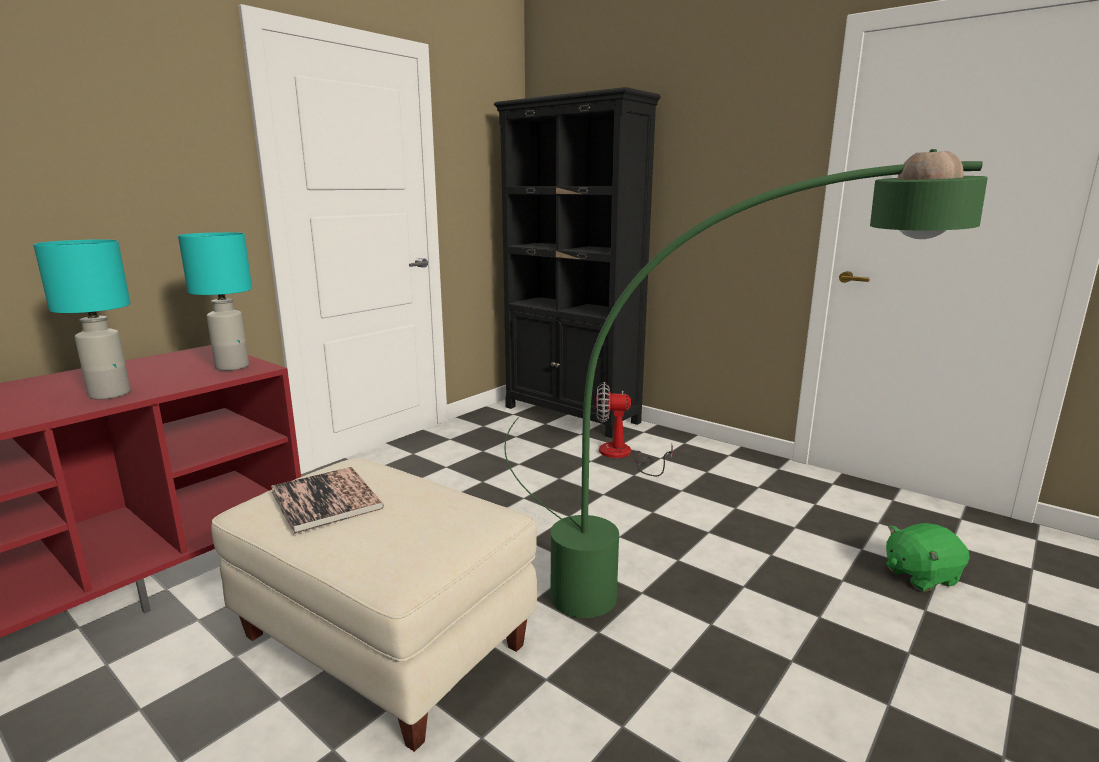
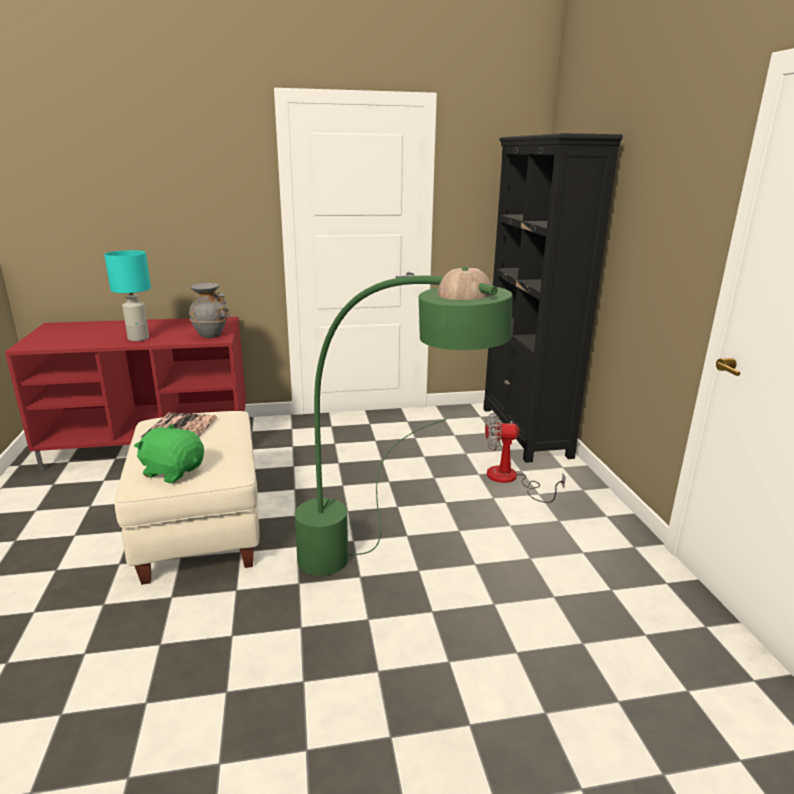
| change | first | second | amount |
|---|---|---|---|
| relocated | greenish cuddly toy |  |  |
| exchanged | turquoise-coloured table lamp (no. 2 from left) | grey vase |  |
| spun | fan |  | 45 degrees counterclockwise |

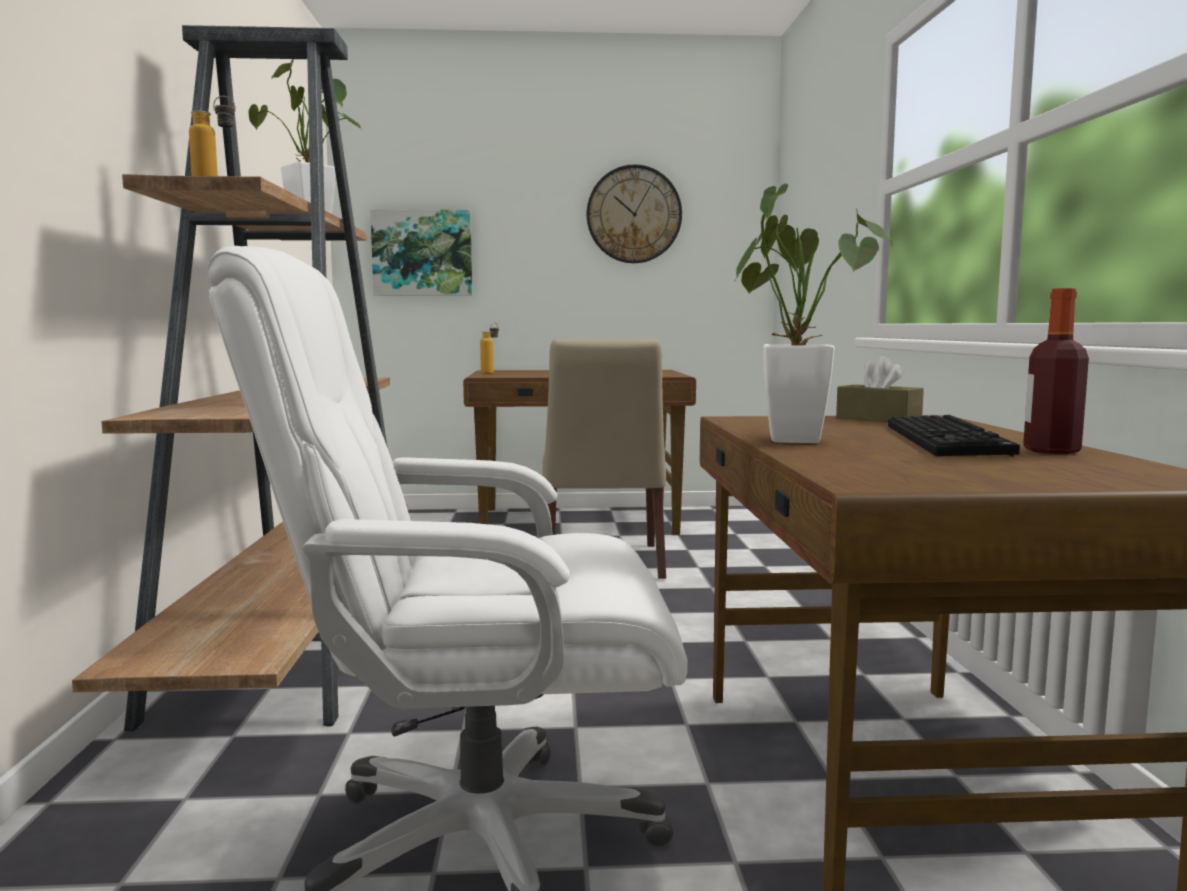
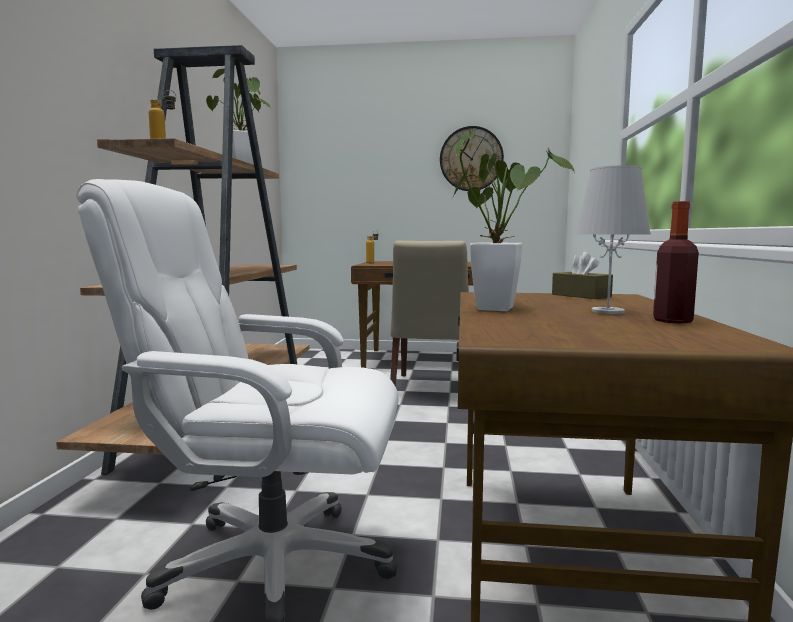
| change | first | second | amount |
|---|---|---|---|
| missing | wall picture |  |  |
| exchanged | PC keyboard | white table lamp |  |

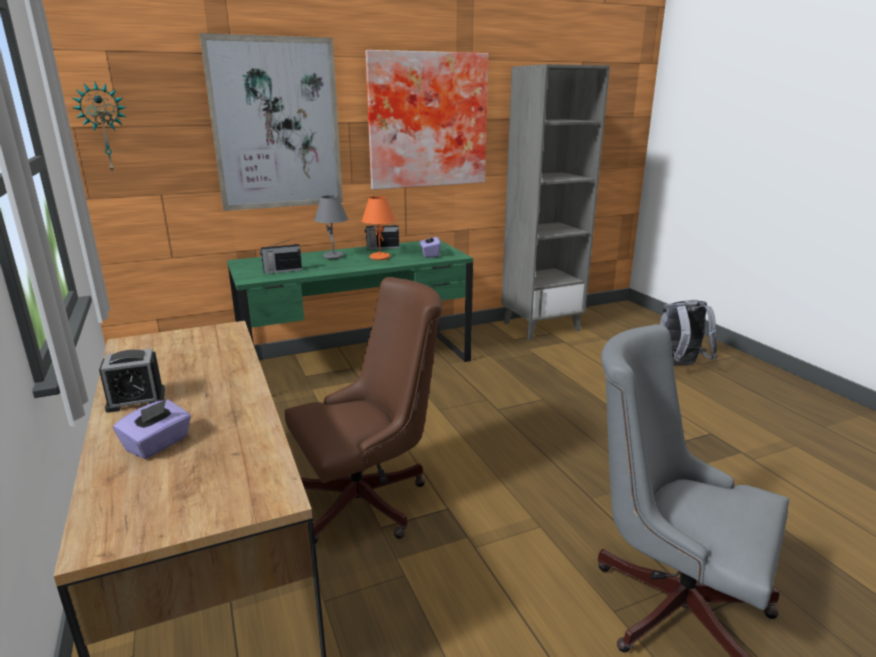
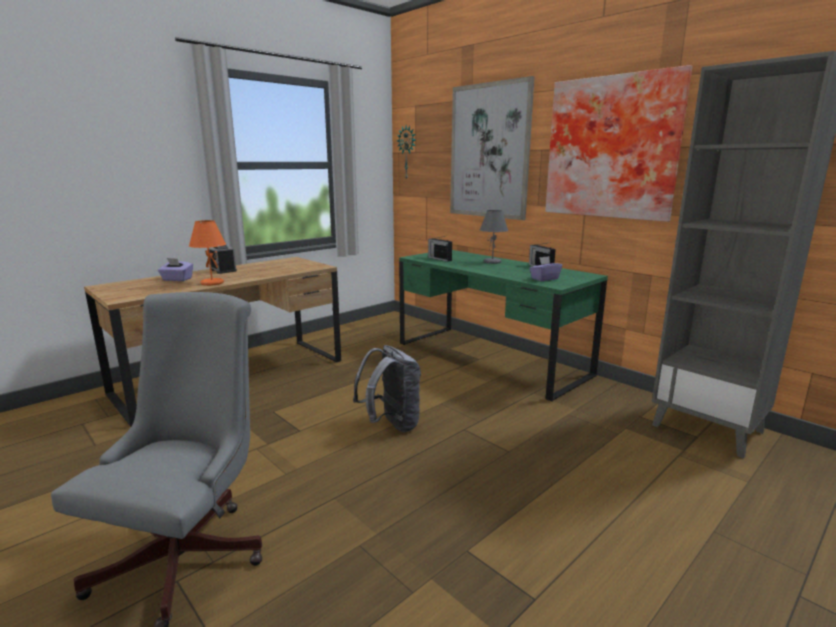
| change | first | second | amount |
|---|---|---|---|
| missing | brownish desk chair |  |  |
| relocated | orange-coloured table lamp |  |  |
| relocated | grey rucksack |  |  |

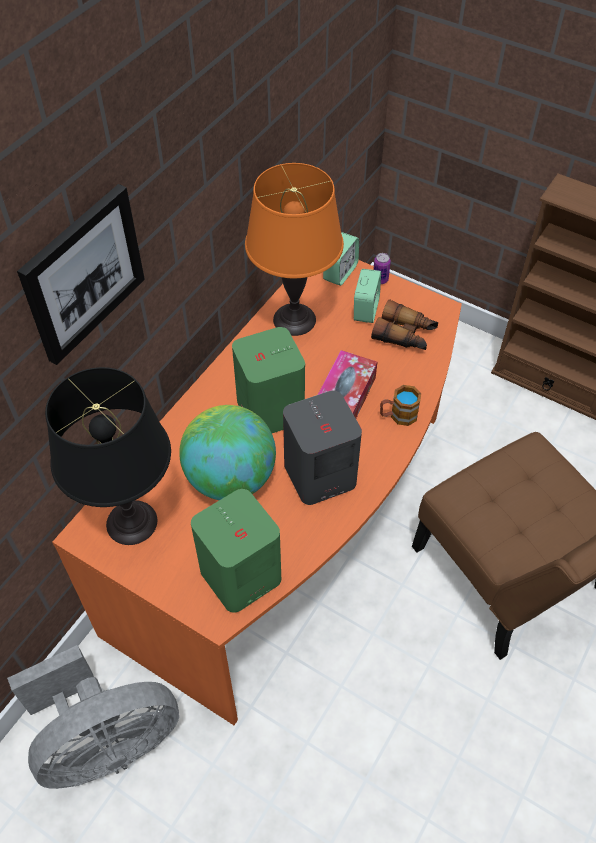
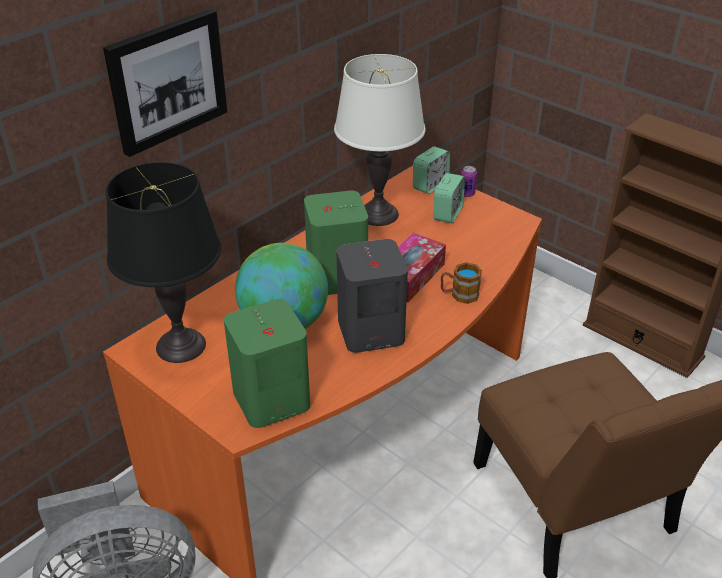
| change | first | second | amount |
|---|---|---|---|
| missing | binoculars |  |  |
| colour | orange-coloured table lamp | white table lamp |  |

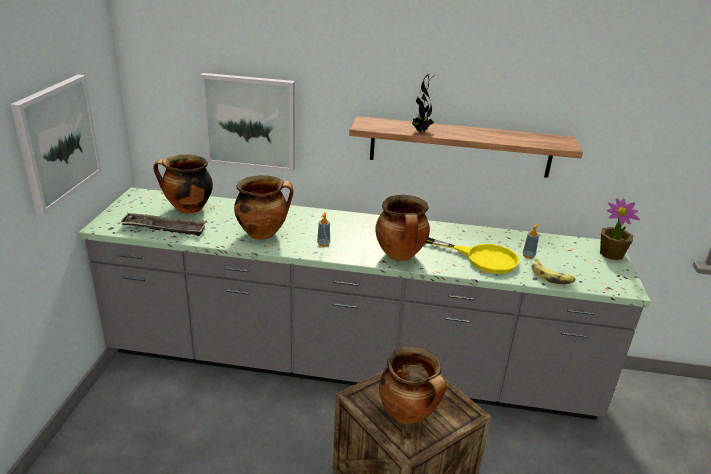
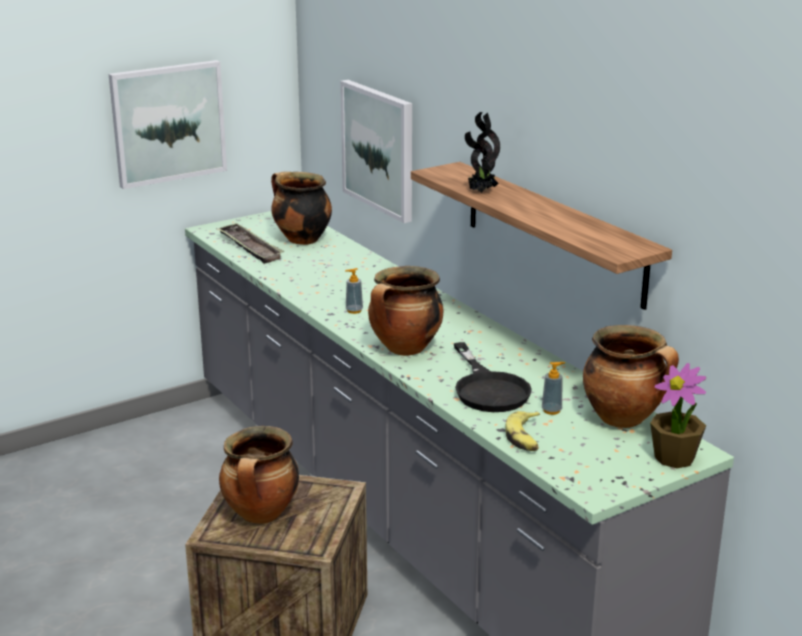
| change | first | second | amount |
|---|---|---|---|
| relocated | cooking pot (no. 2 from left in the first image) | cooking pot (no. 4 from left) |  |
| colour | yellow-coloured pan | black pan |  |

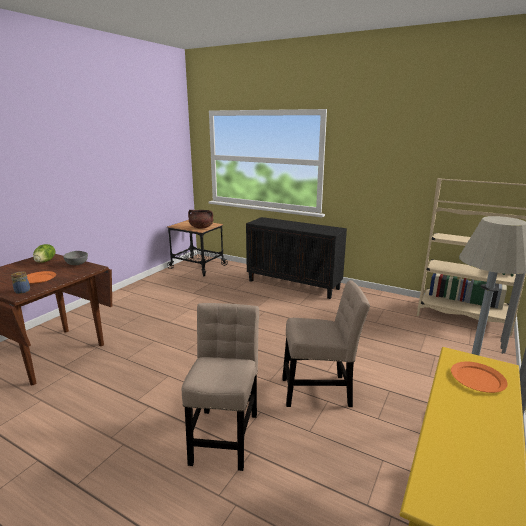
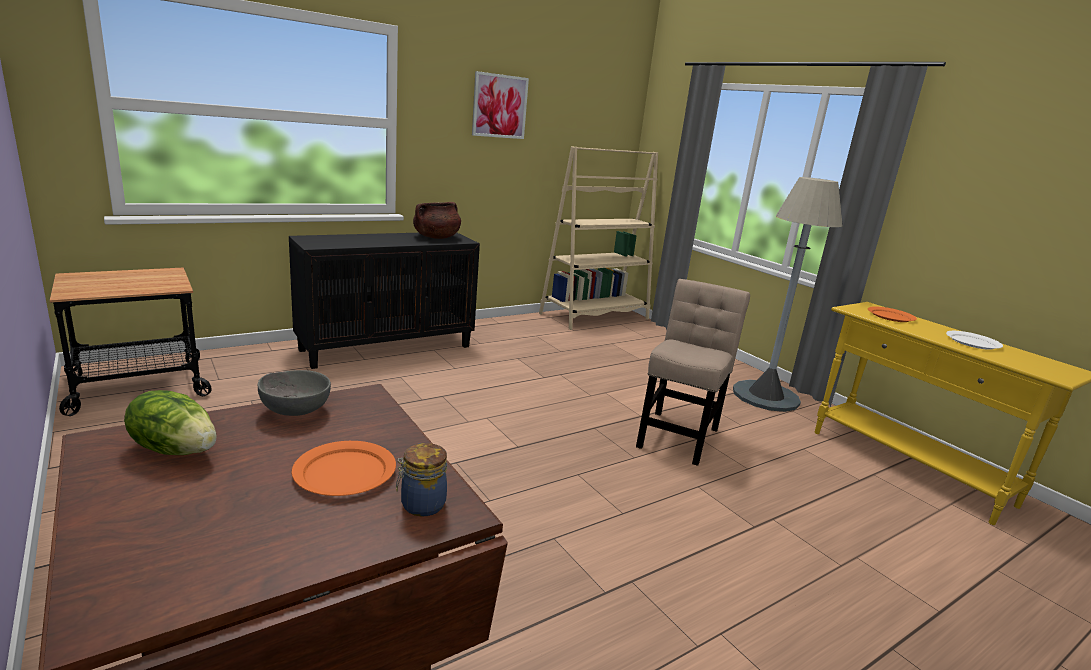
| change | first | second | amount |
|---|---|---|---|
| missing | beige chair (no. 1 from left) |  |  |
| appeared |  | wall picture |  |
| appeared |  | white plate |  |
| relocated | brownish cooking pot |  |  |

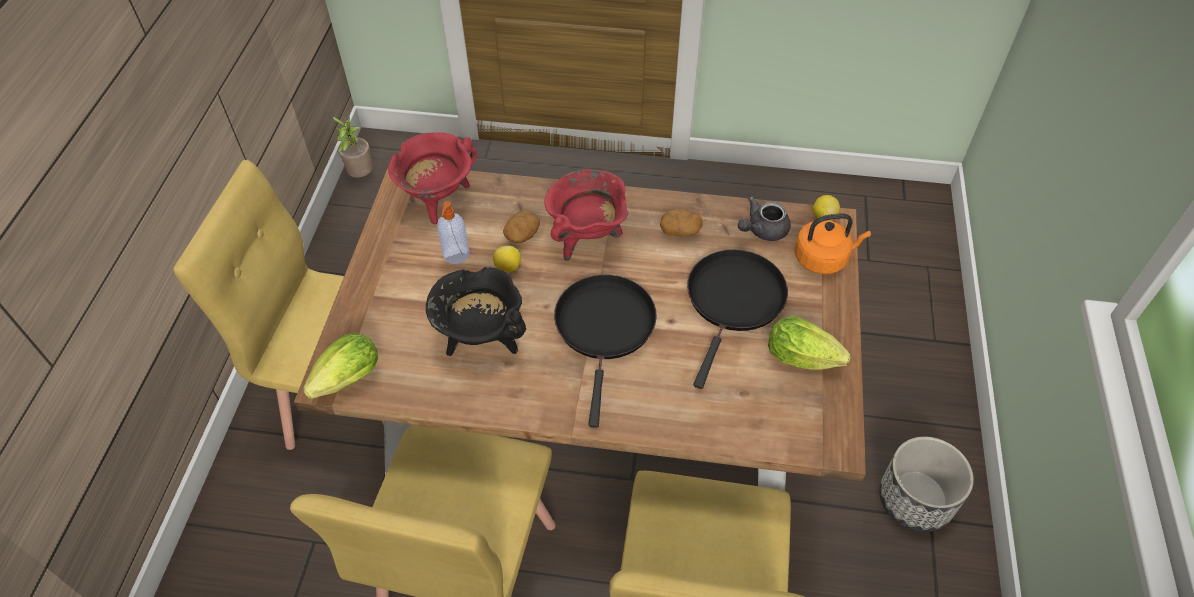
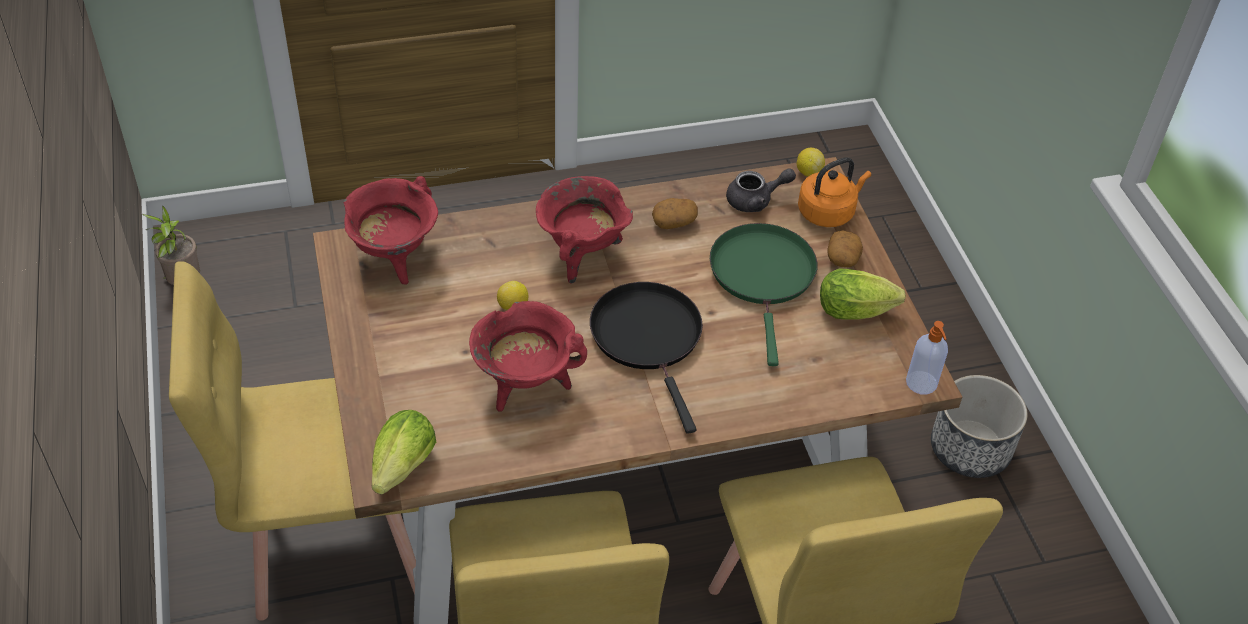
| change | first | second | amount |
|---|---|---|---|
| relocated | liquid soap bottle |  |  |
| relocated | potato (no. 1 from left in the first image) | potato (no. 2 from left) |  |
| colour | black cooking pot | reddish cooking pot (no. 2 from left) |  |
| colour | black pan (no. 2 from left) | greenish pan |  |
| spun | grey pot for tea |  | 135 degrees counterclockwise |

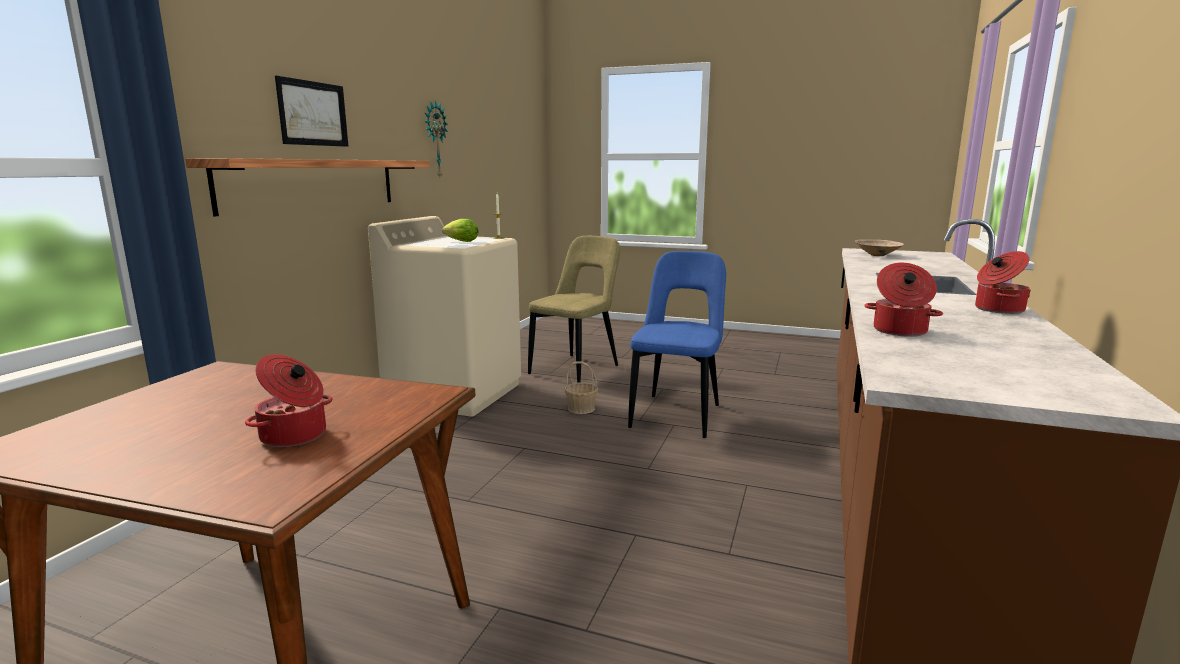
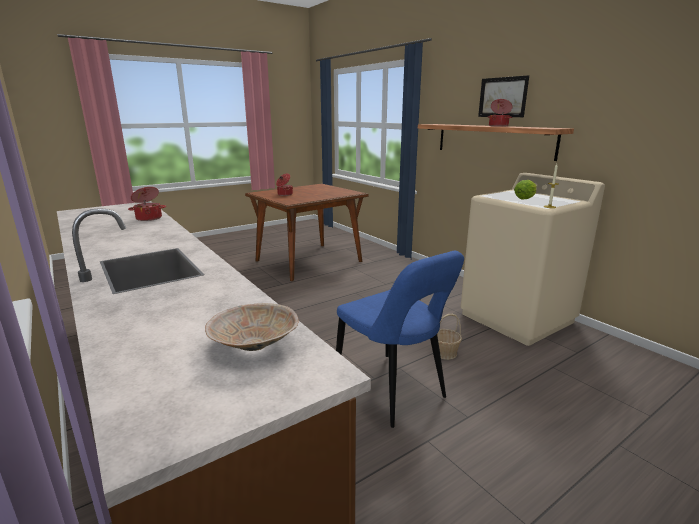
| change | first | second | amount |
|---|---|---|---|
| missing | wall clock |  |  |
| missing | beige chair |  |  |
| relocated | cooking pot (no. 3 from left) |  |  |

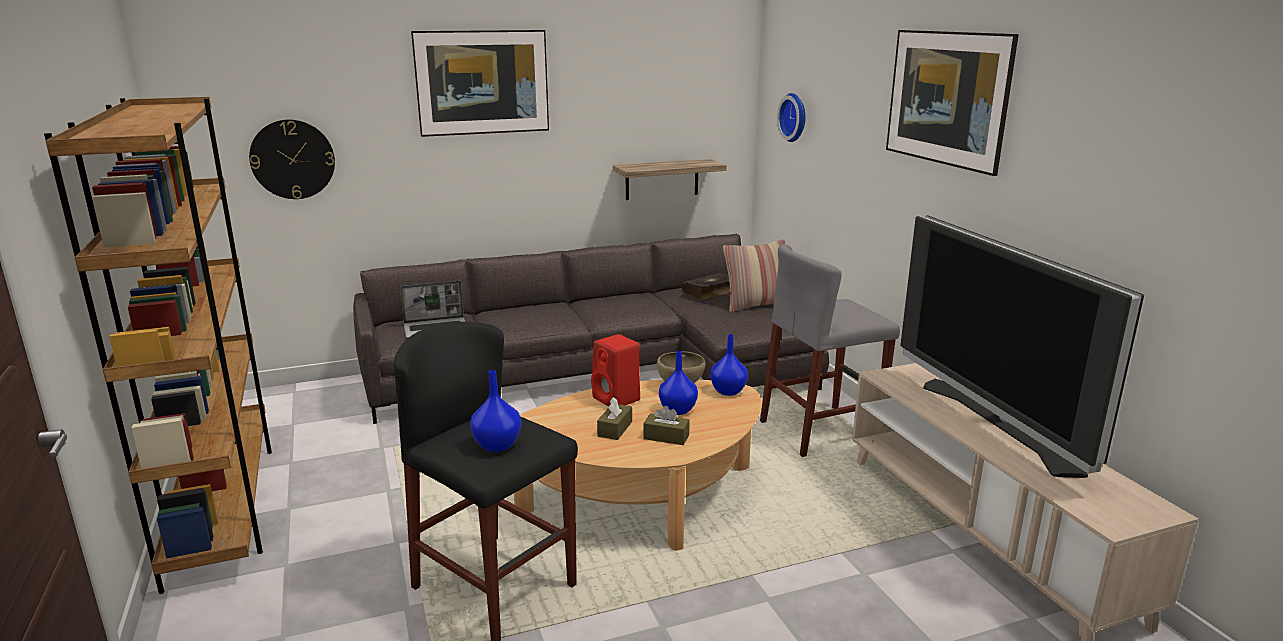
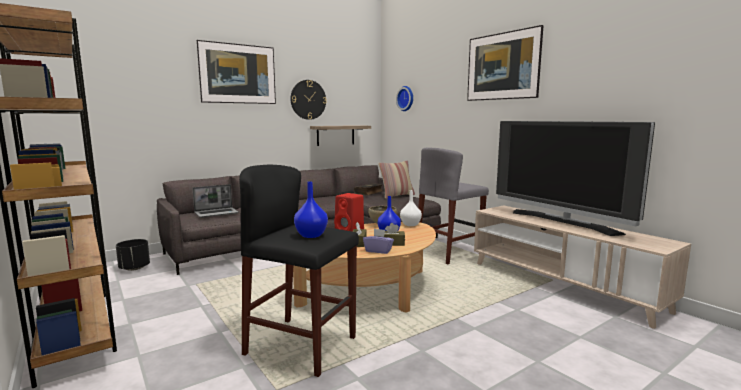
| change | first | second | amount |
|---|---|---|---|
| appeared |  | black planter |  |
| appeared |  | purplish tissue box |  |
| relocated | wall clock (no. 1 from left) |  |  |
| colour | bluish vase (no. 3 from left) | white vase |  |

